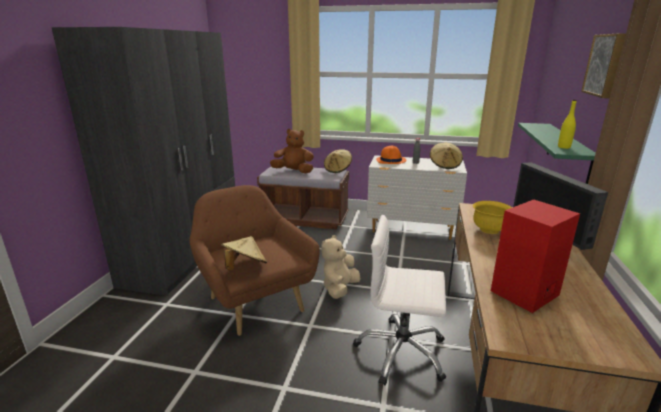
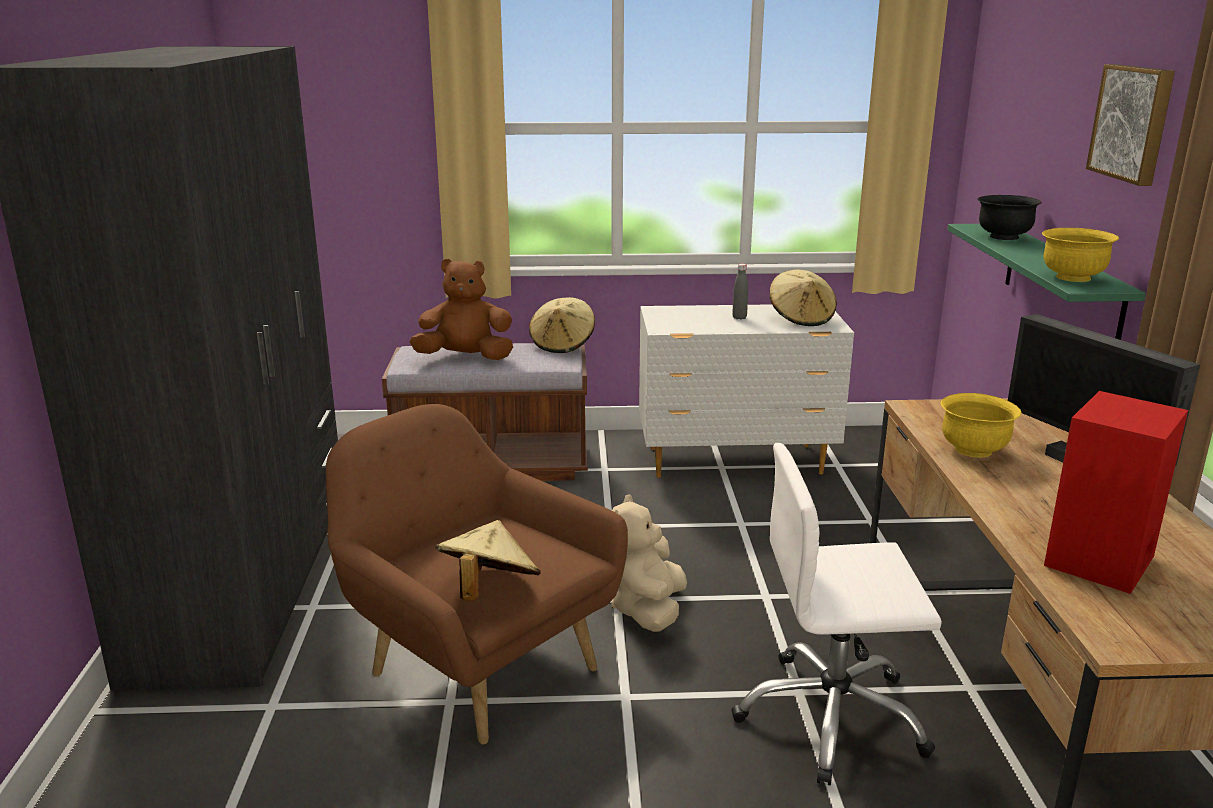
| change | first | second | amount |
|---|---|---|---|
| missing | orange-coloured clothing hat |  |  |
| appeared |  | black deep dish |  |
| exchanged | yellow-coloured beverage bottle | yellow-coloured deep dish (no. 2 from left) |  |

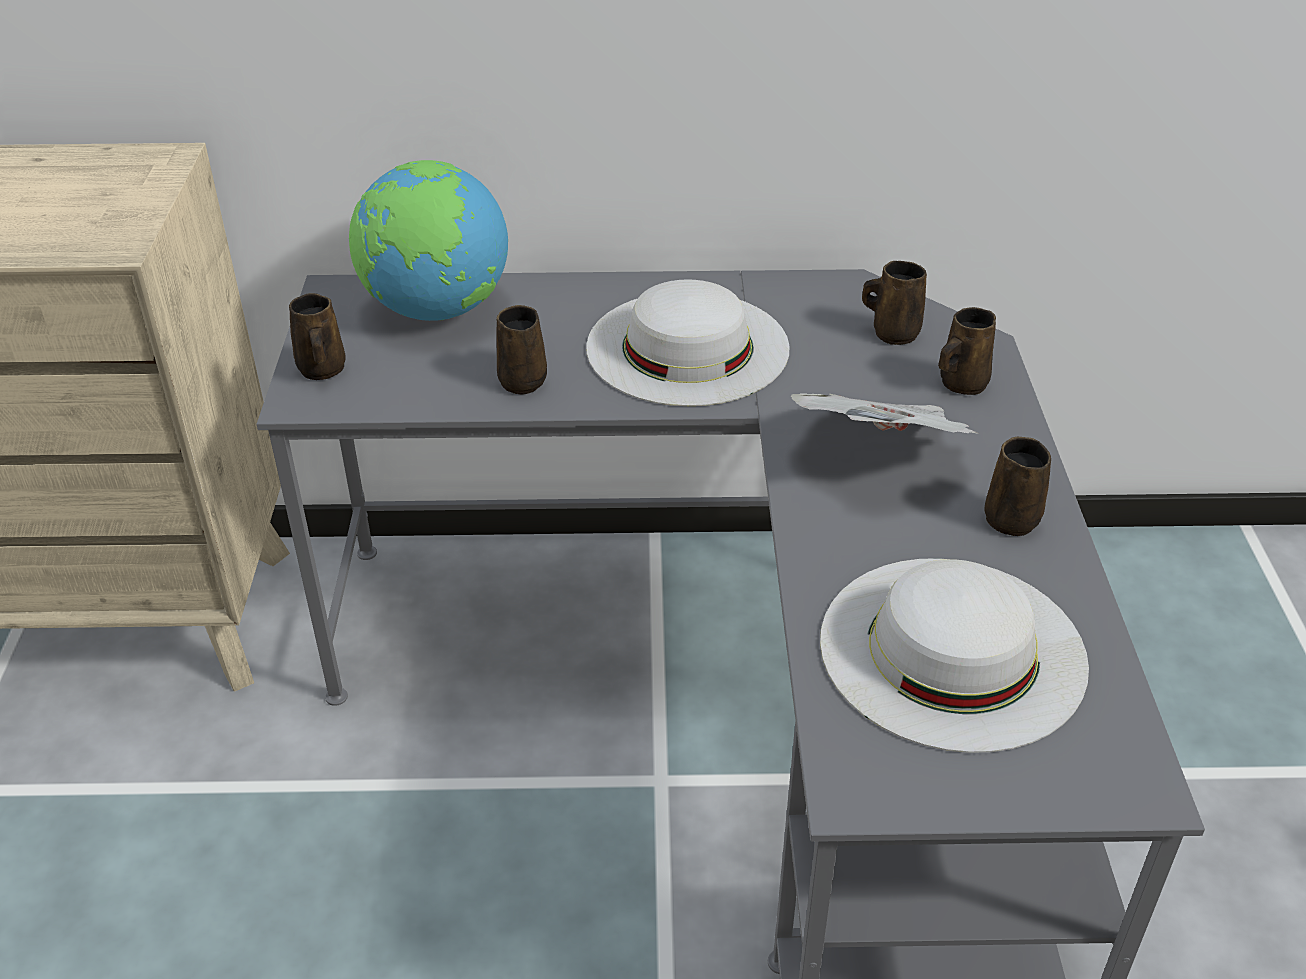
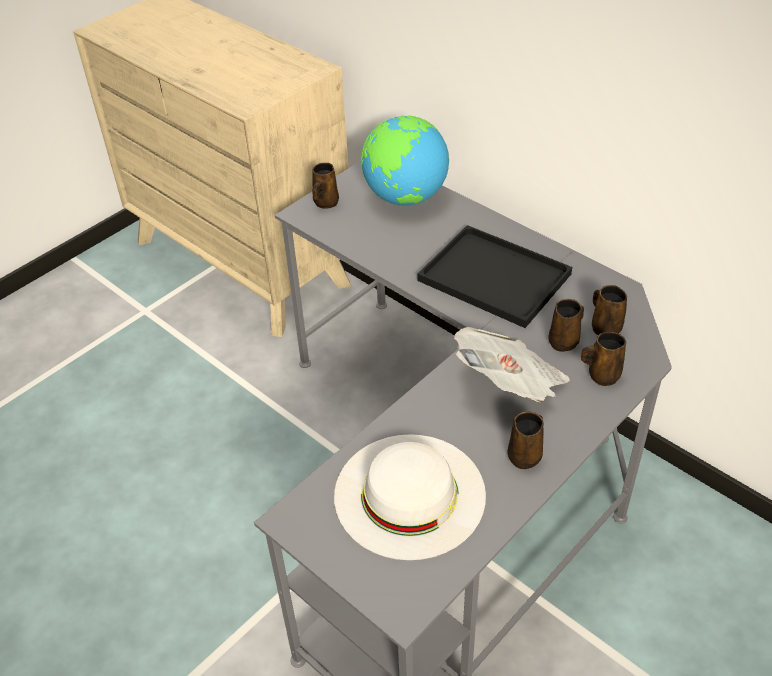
| change | first | second | amount |
|---|---|---|---|
| relocated | brownish tea mug (no. 2 from left in the first image) | brownish tea mug (no. 3 from left) |  |
| exchanged | white clothing hat (no. 1 from left) | black carrying tray |  |

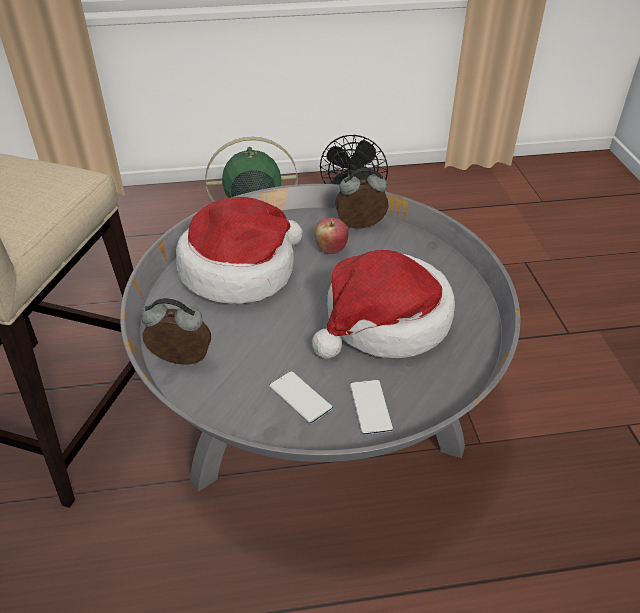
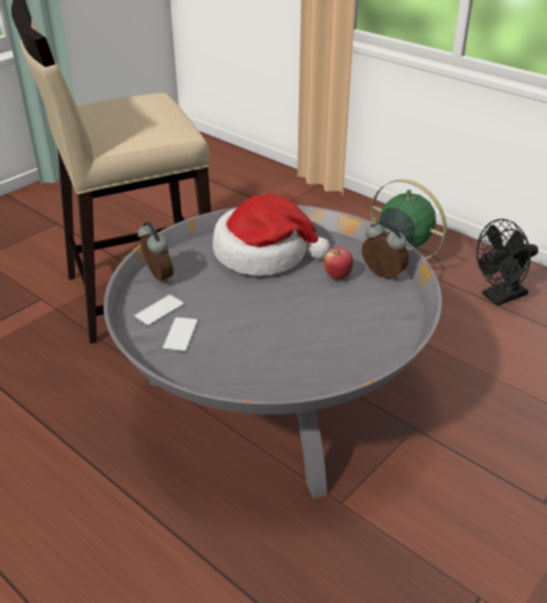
| change | first | second | amount |
|---|---|---|---|
| missing | clothing hat (no. 2 from left) |  |  |
| relocated | phone (no. 2 from left in the first image) | phone (no. 1 from left) |  |

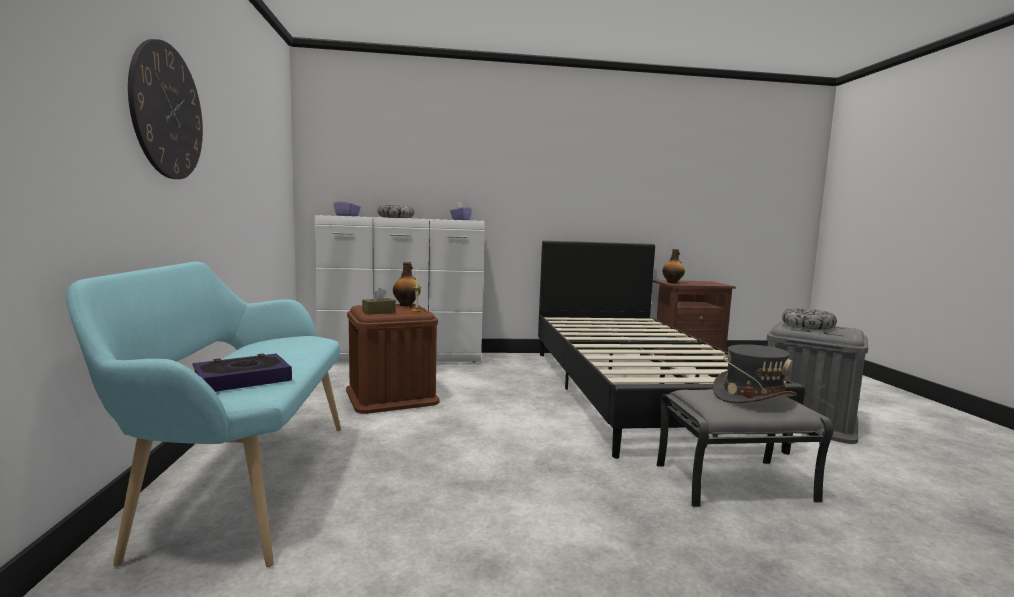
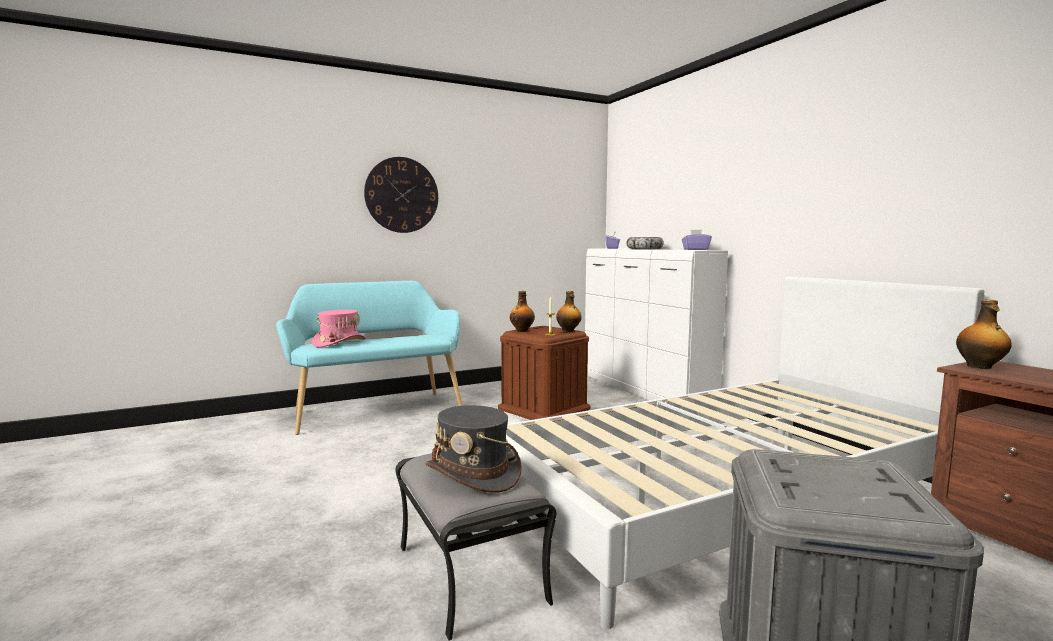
| change | first | second | amount |
|---|---|---|---|
| missing | deep dish (no. 2 from left) |  |  |
| exchanged | book | pink-coloured clothing hat |  |
| exchanged | brownish tissue box | beverage bottle (no. 1 from left) |  |
| colour | black sleeping bed | white sleeping bed |  |

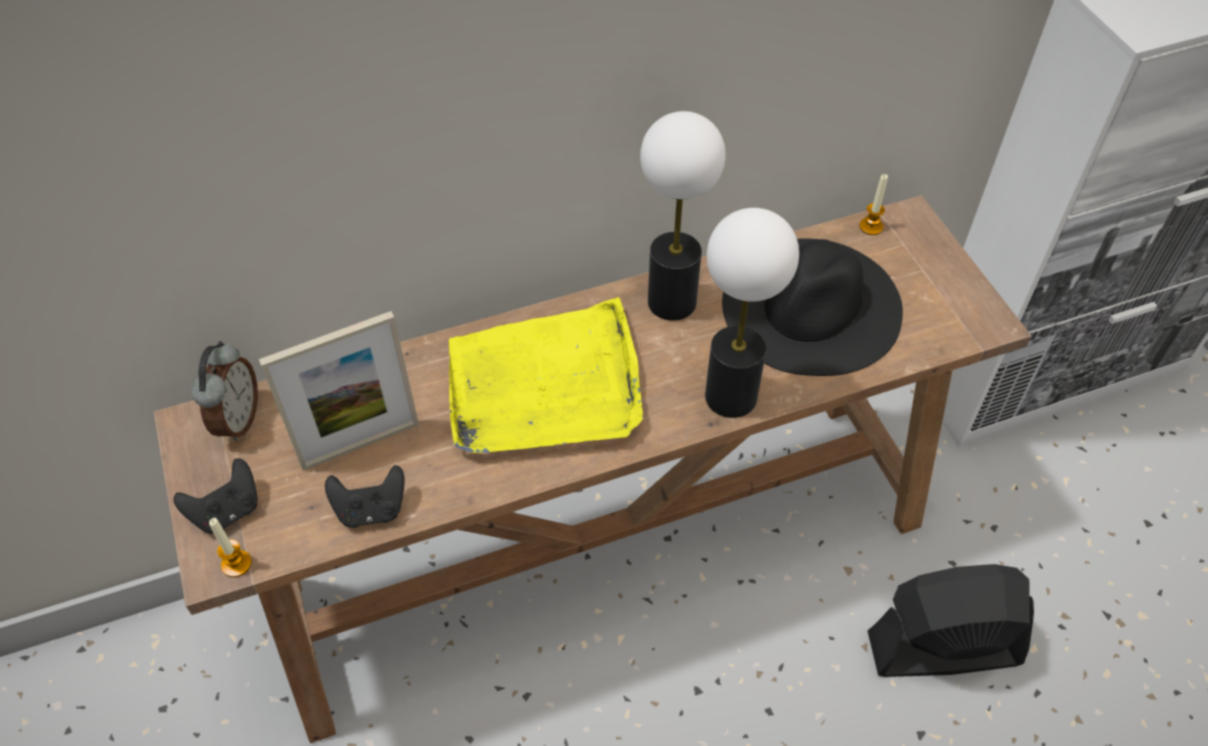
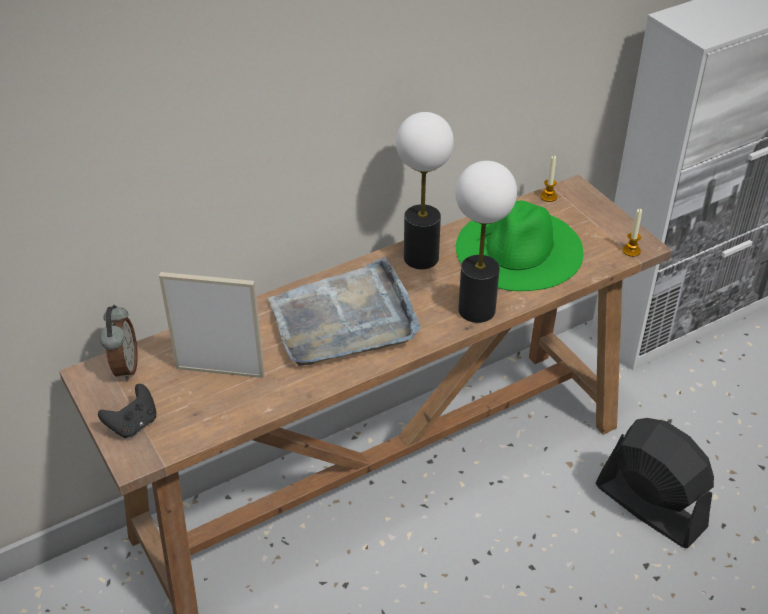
| change | first | second | amount |
|---|---|---|---|
| missing | black game controller (no. 2 from left) |  |  |
| relocated | candle (no. 1 from left in the first image) | candle (no. 2 from left) |  |
| colour | yellow-coloured carrying tray | grey carrying tray |  |
| colour | black clothing hat | greenish clothing hat |  |
| spun | standing frame |  | 135 degrees counterclockwise |
| spun | black fan |  | 60 degrees clockwise |

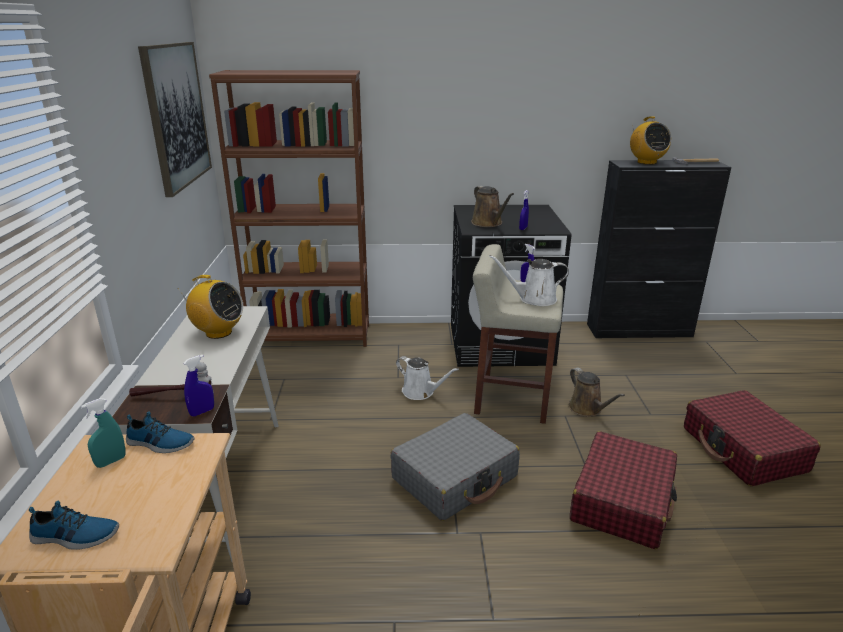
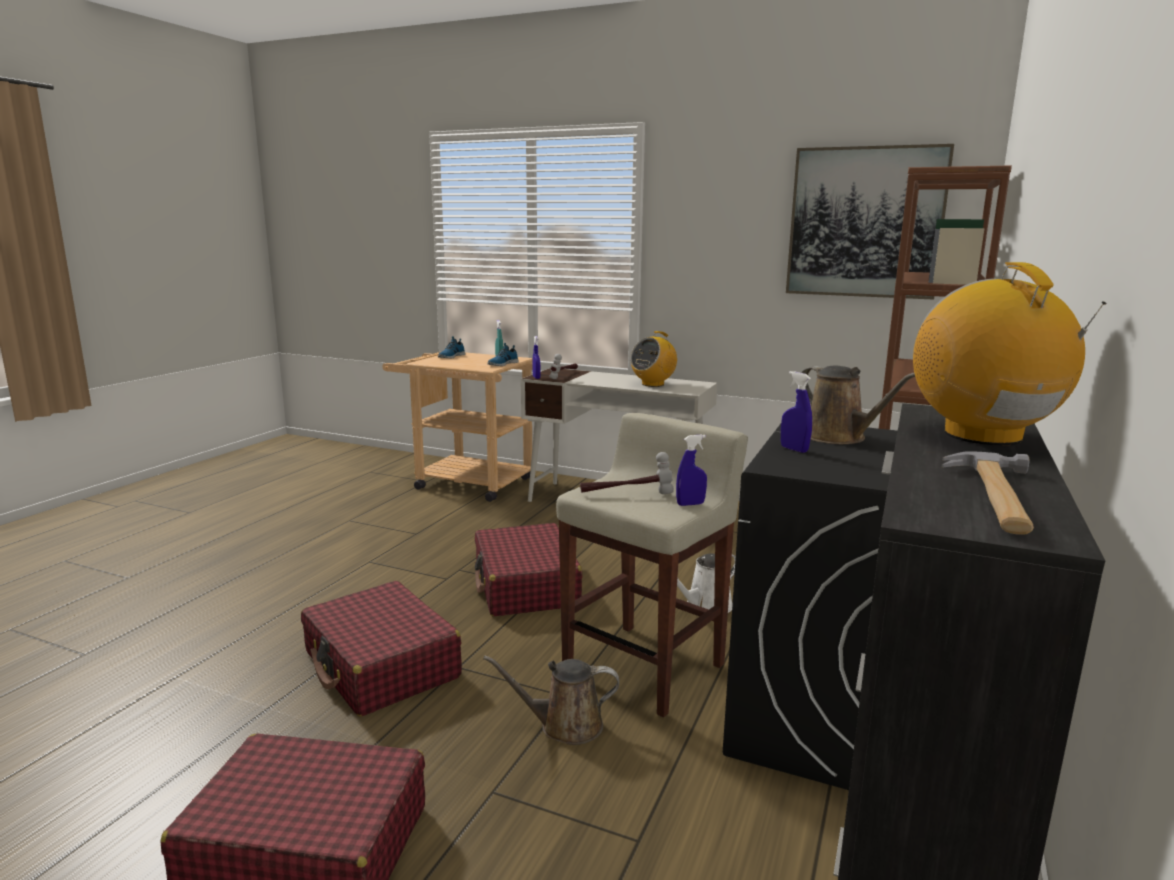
| change | first | second | amount |
|---|---|---|---|
| exchanged | white watering pot (no. 2 from left) | tool hammer (no. 2 from left) |  |
| colour | grey suitcase | reddish suitcase (no. 3 from left) |  |
| spun | brownish watering pot (no. 1 from left in the first image) | brownish watering pot (no. 2 from left) | 120 degrees counterclockwise |
| spun | radio set (no. 2 from left) |  | 75 degrees clockwise |

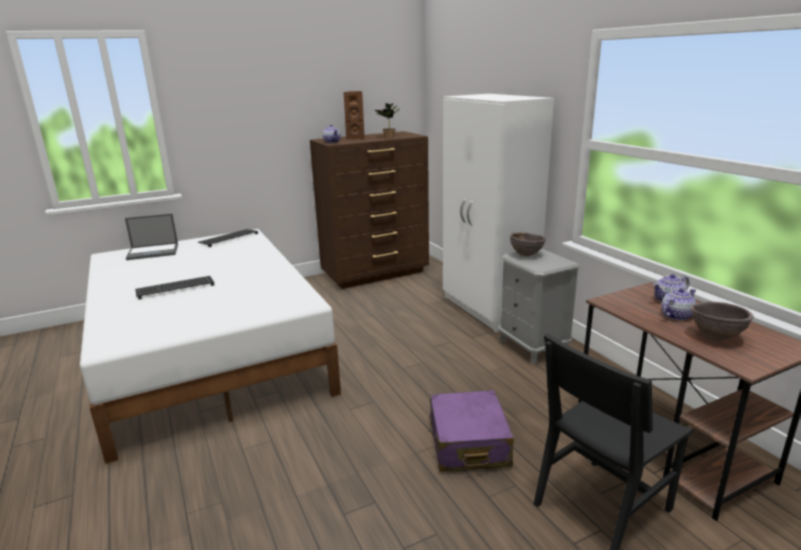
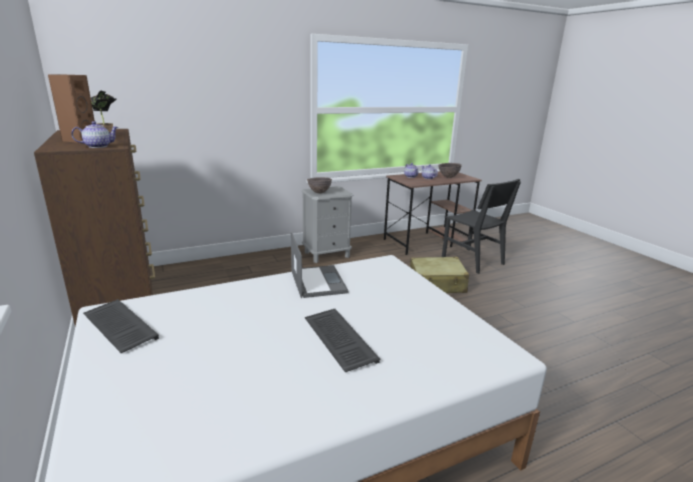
| change | first | second | amount |
|---|---|---|---|
| missing | white armoire |  |  |
| relocated | portable computer |  |  |
| colour | purplish suitcase | beige suitcase |  |

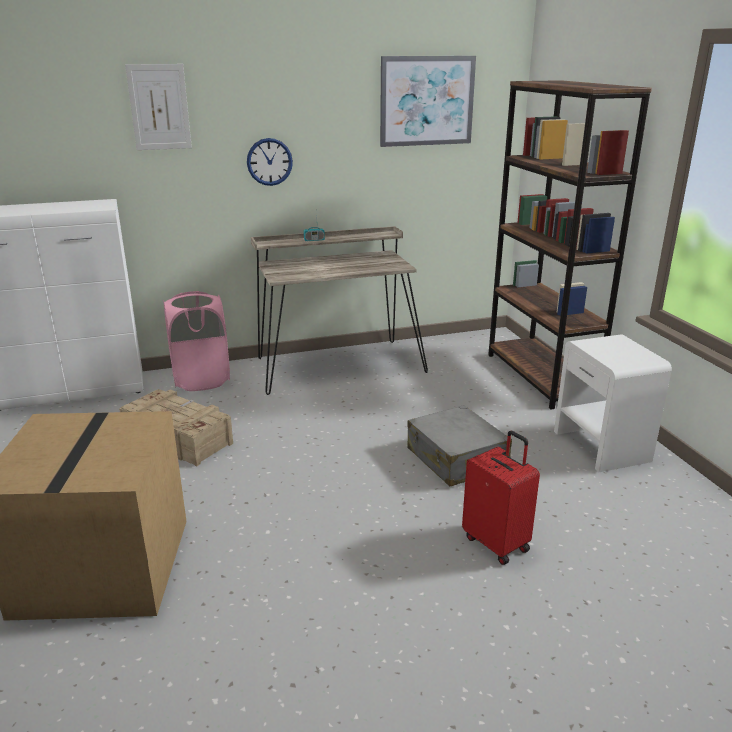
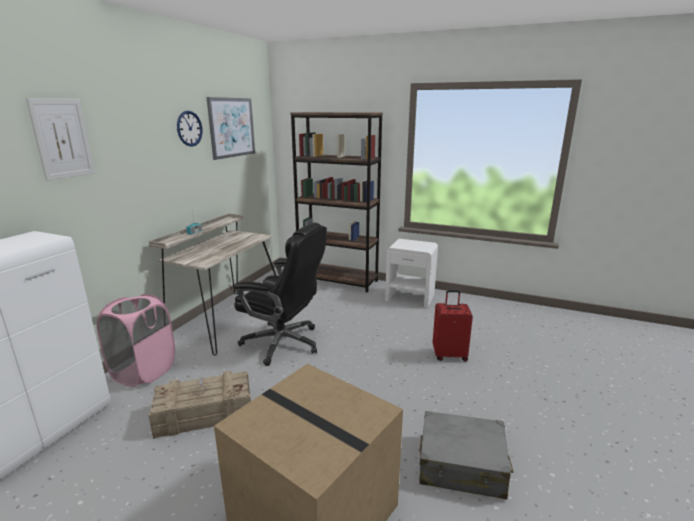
| change | first | second | amount |
|---|---|---|---|
| appeared |  | black desk chair |  |
| relocated | wall clock |  |  |
| relocated | grey suitcase |  |  |

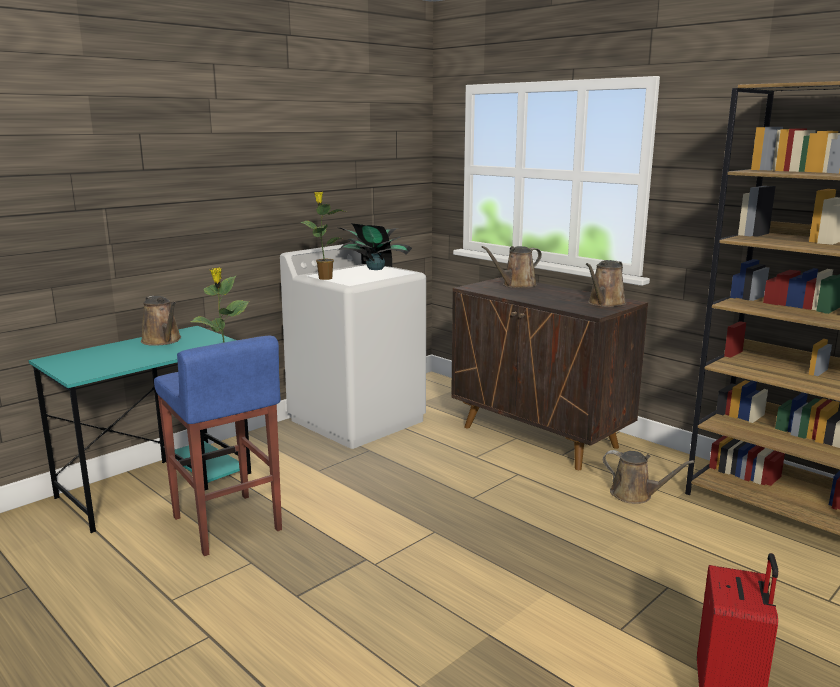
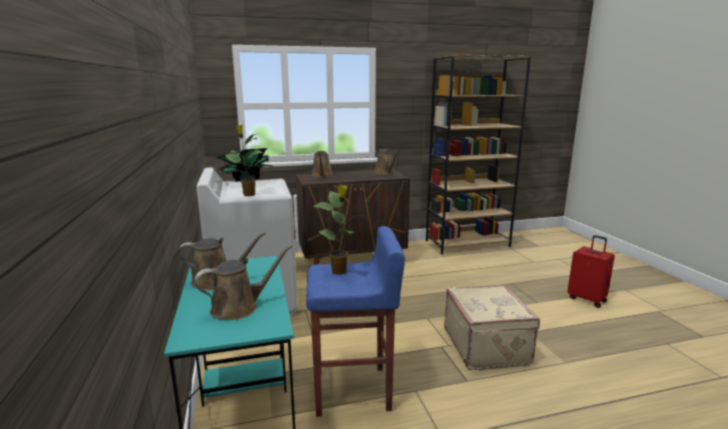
| change | first | second | amount |
|---|---|---|---|
| appeared |  | beige suitcase |  |
| relocated | brownish watering pot (no. 4 from left in the first image) | brownish watering pot (no. 2 from left) |  |

